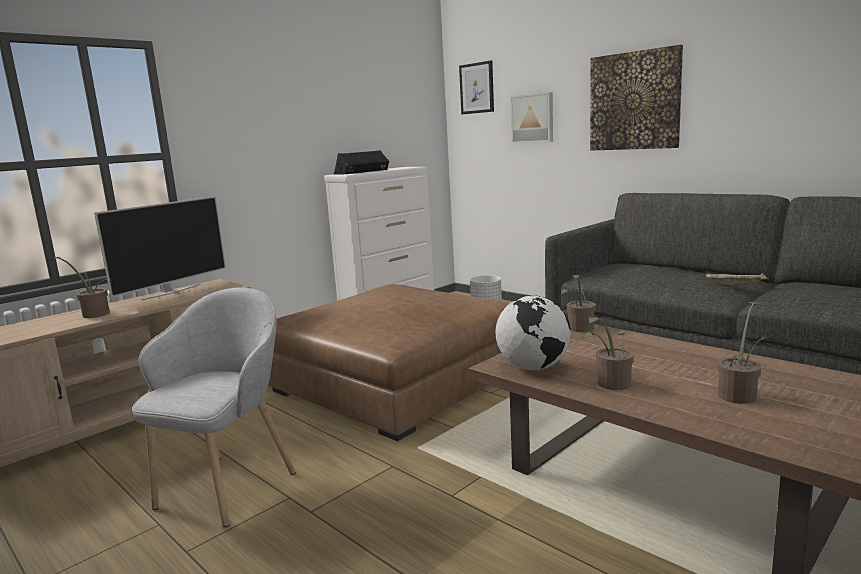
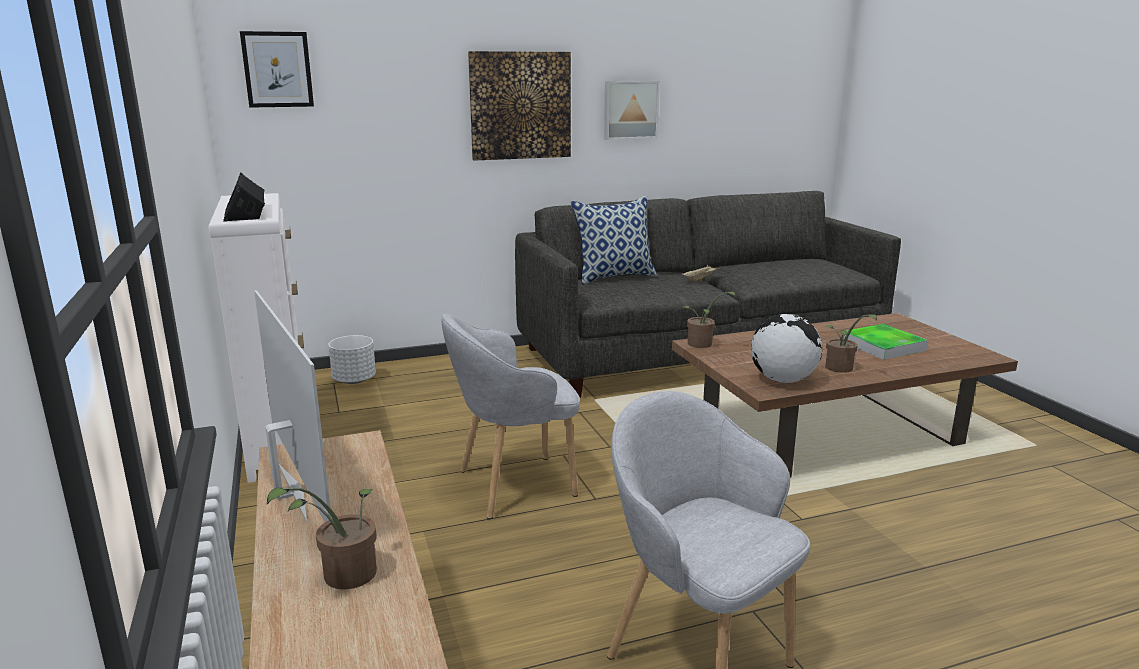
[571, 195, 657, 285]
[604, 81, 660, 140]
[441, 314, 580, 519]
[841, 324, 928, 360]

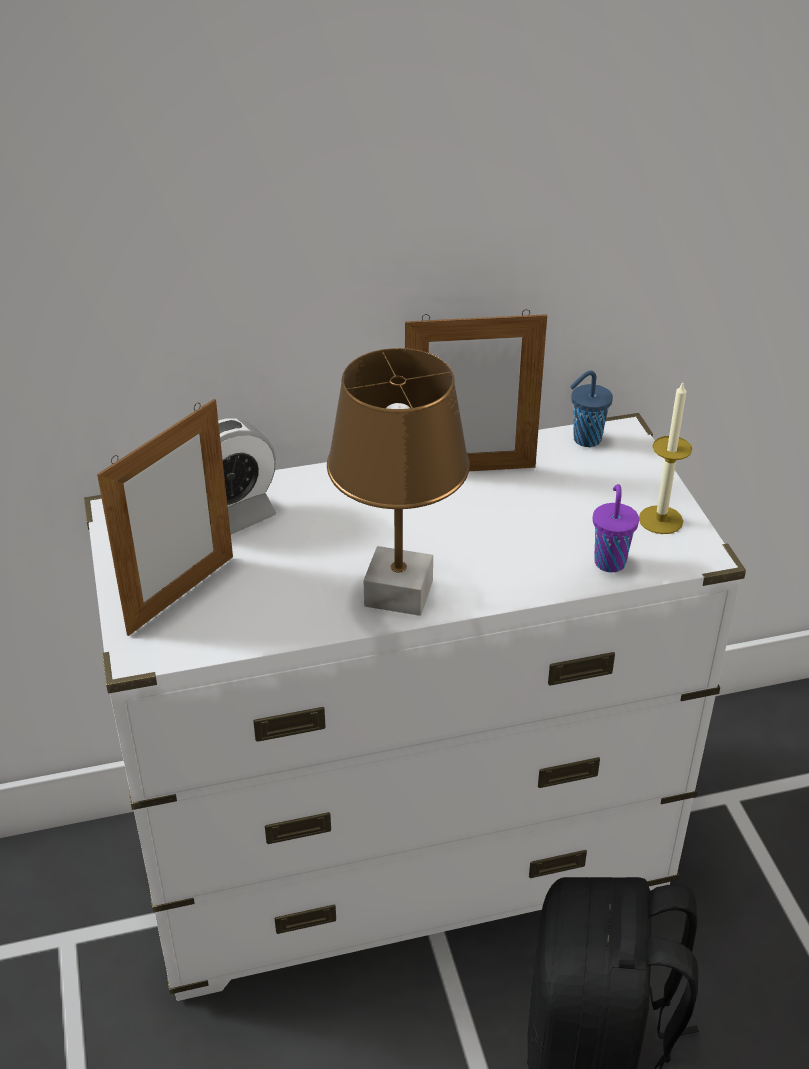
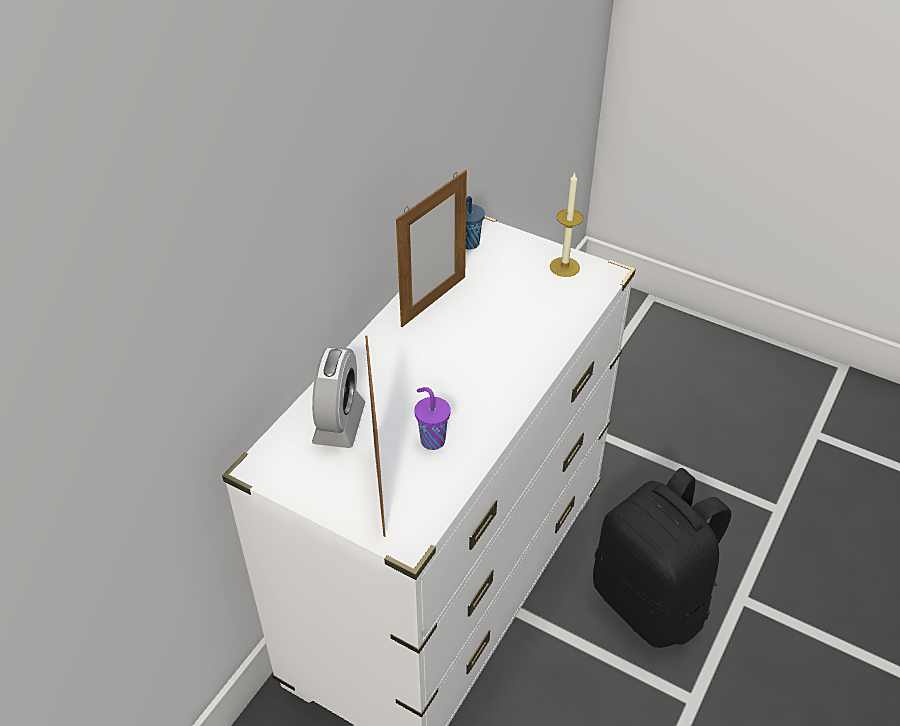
[327, 348, 470, 616] (first image)
[414, 387, 451, 450]

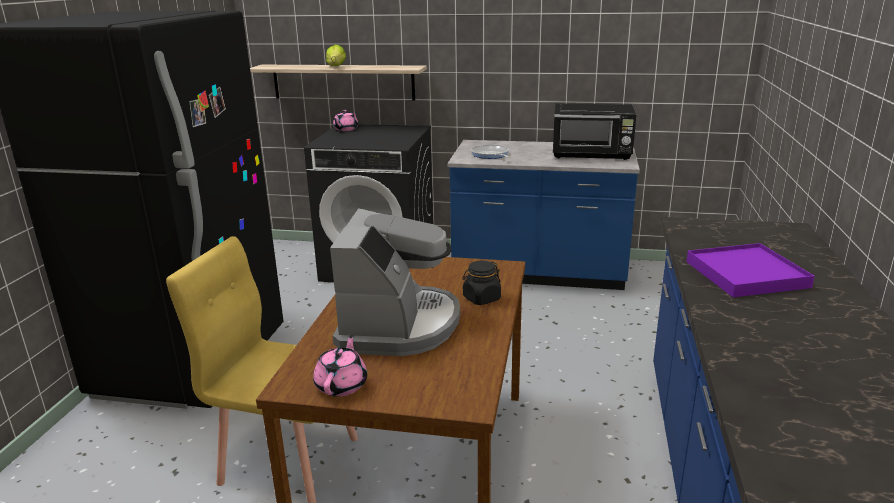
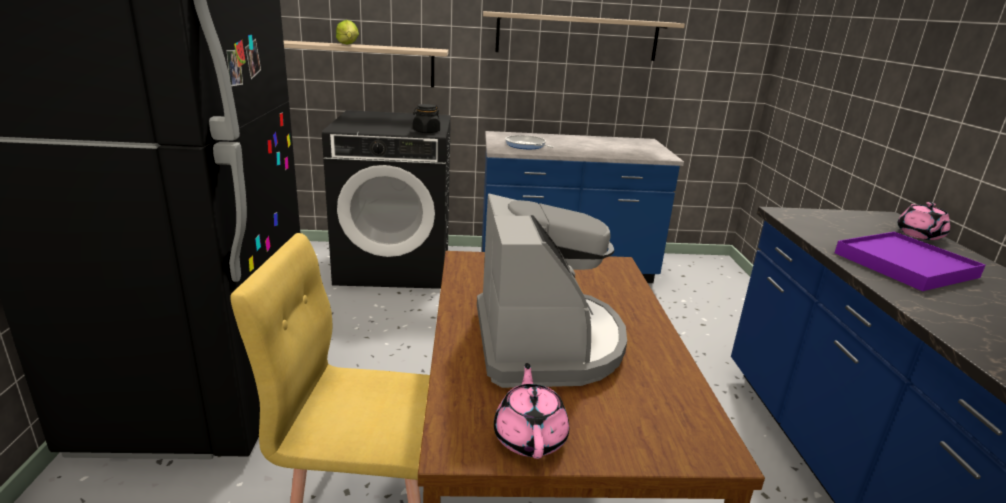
[553, 104, 636, 160] (first image)
[483, 11, 685, 61]
[898, 202, 950, 240]
[413, 104, 440, 133]

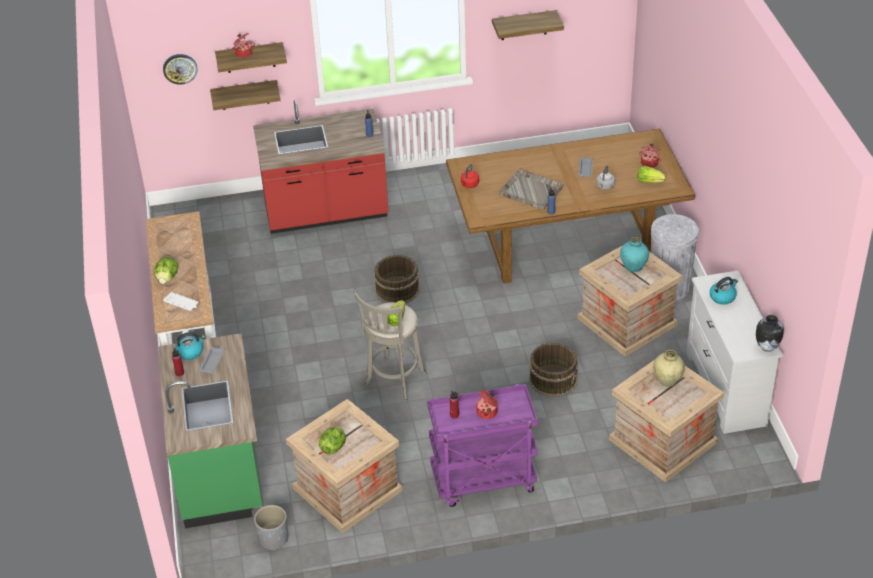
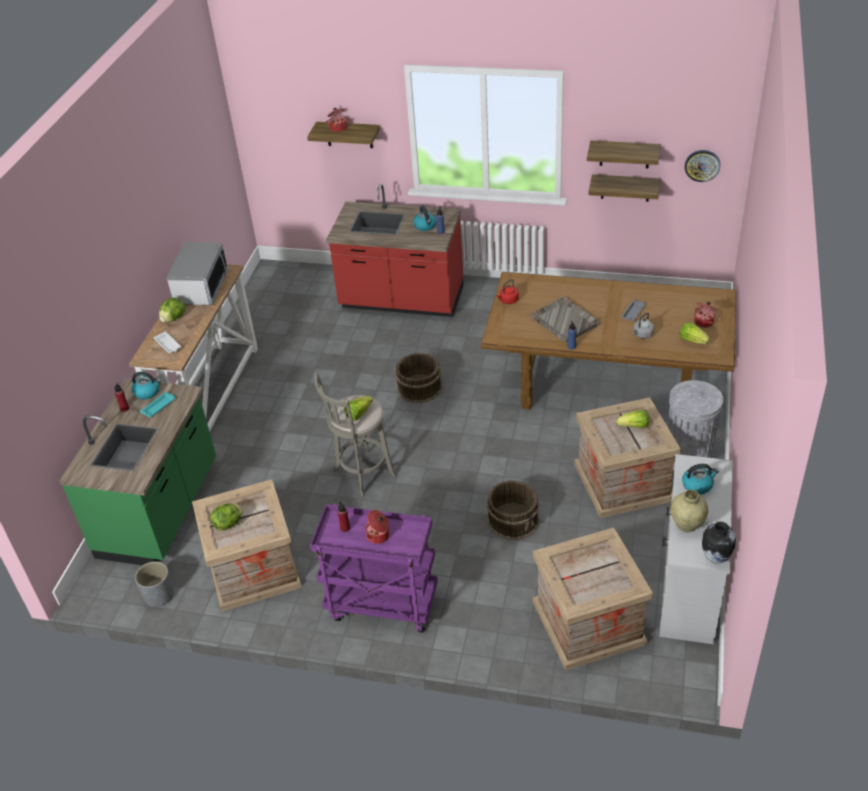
[167, 242, 228, 305]
[413, 206, 436, 231]
[685, 150, 720, 182]
[588, 174, 661, 202]
[671, 490, 708, 532]
[616, 410, 649, 428]
[140, 392, 176, 417]

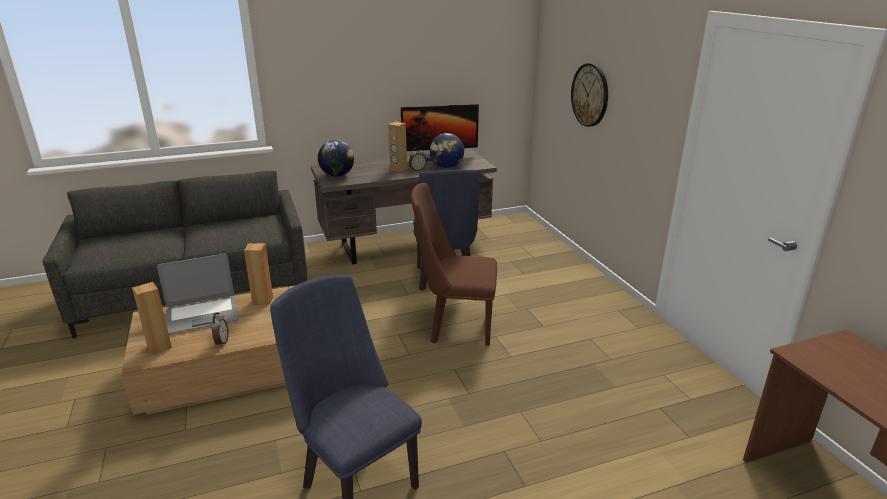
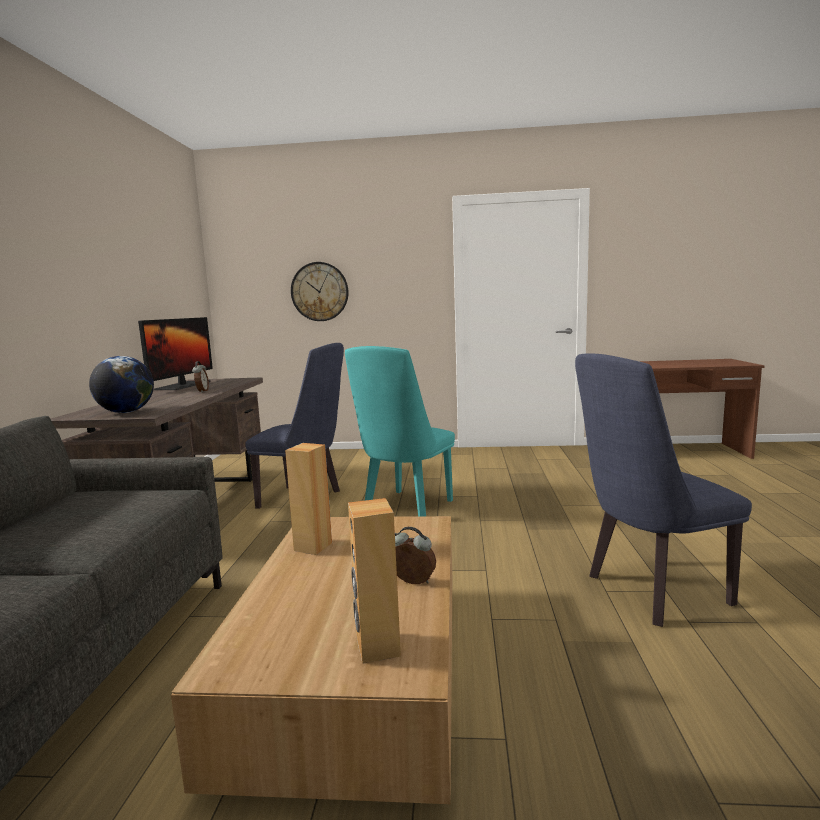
[157, 254, 238, 334] (first image)
[388, 122, 407, 172] (first image)
[430, 133, 464, 168] (first image)
[345, 346, 455, 516]

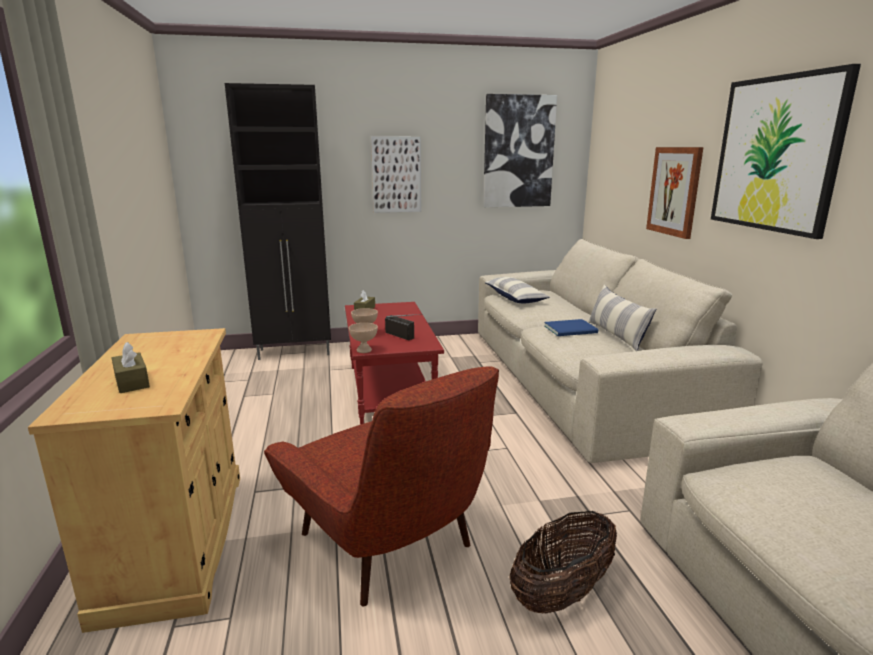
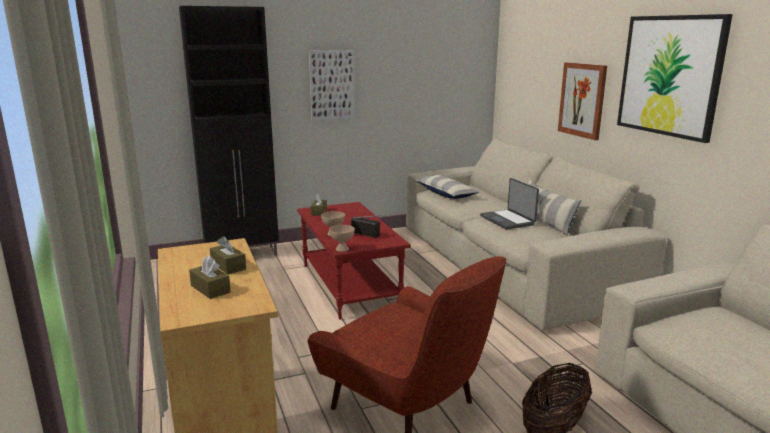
[483, 94, 557, 207] (first image)
[210, 236, 246, 275]
[480, 178, 539, 230]

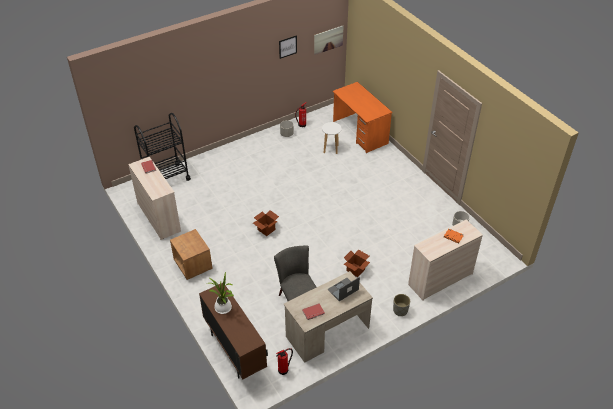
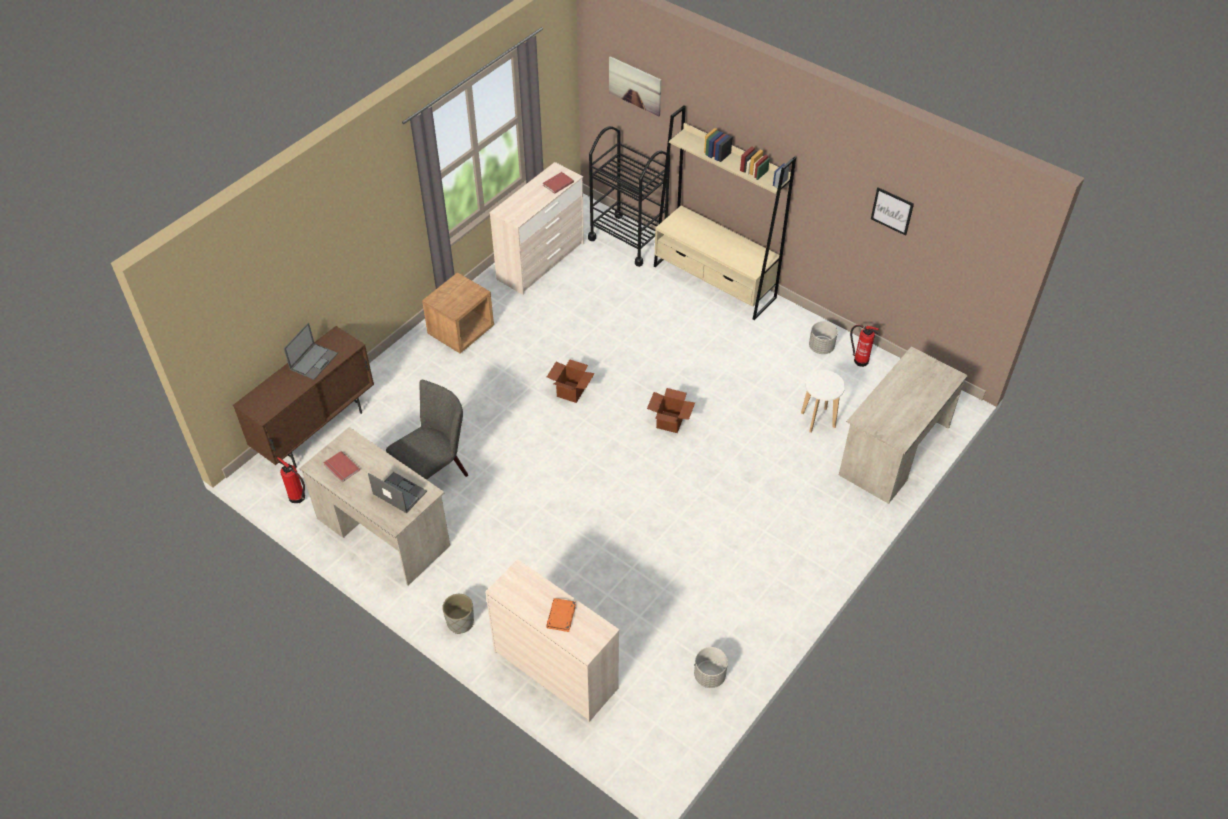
[654, 105, 796, 320]
[609, 56, 661, 116]
[647, 388, 695, 433]
[284, 323, 338, 380]
[839, 346, 968, 504]

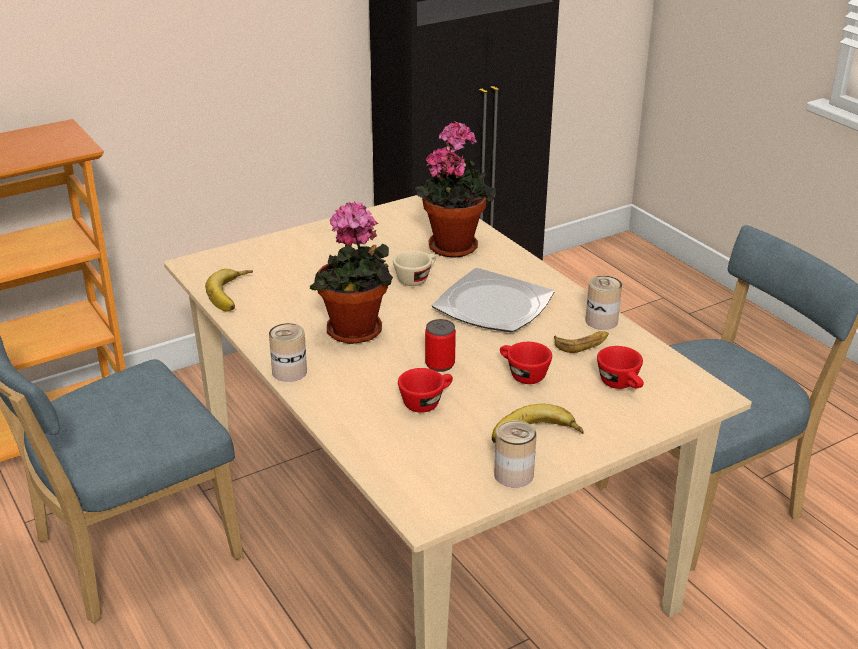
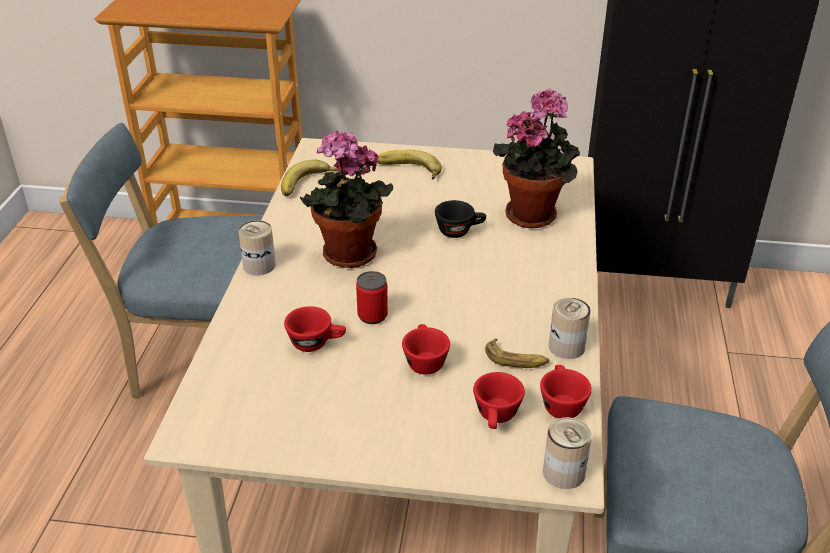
[432, 268, 555, 332] (first image)
[540, 365, 592, 418]
[376, 150, 442, 180]
[543, 417, 592, 489]
[435, 200, 486, 238]

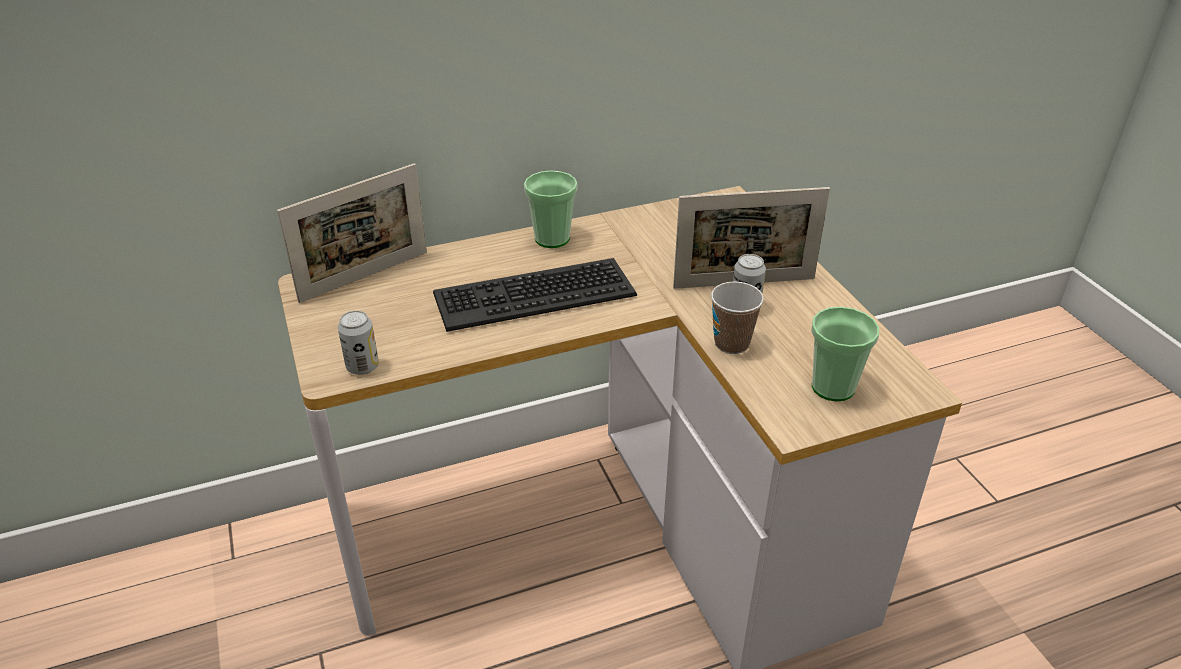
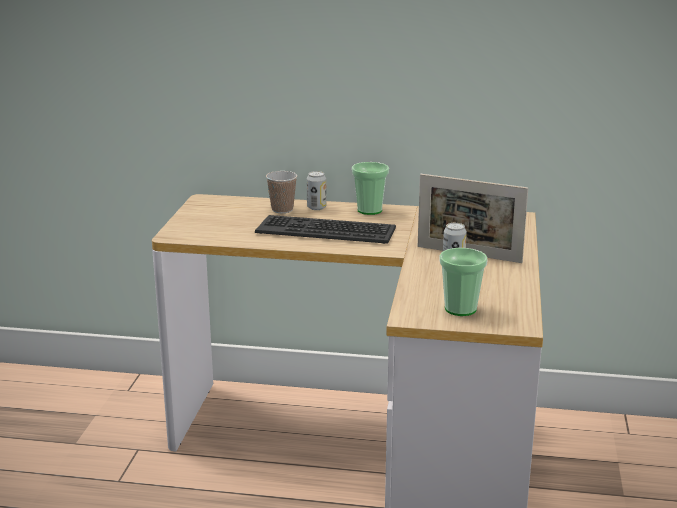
[277, 163, 427, 303] (first image)
[307, 171, 326, 210]
[266, 171, 297, 213]

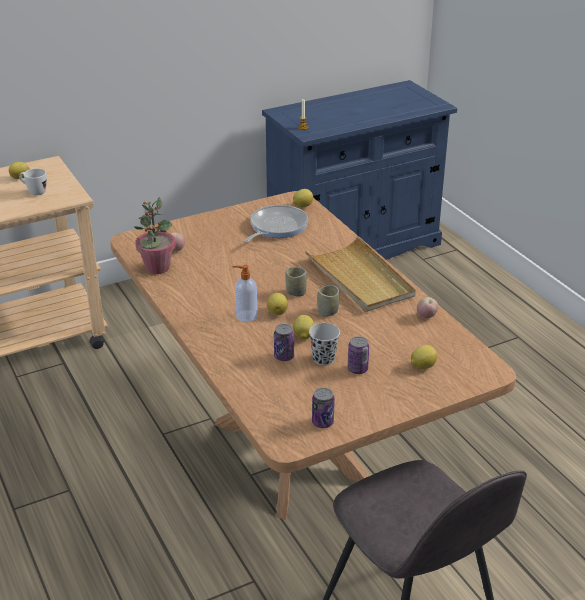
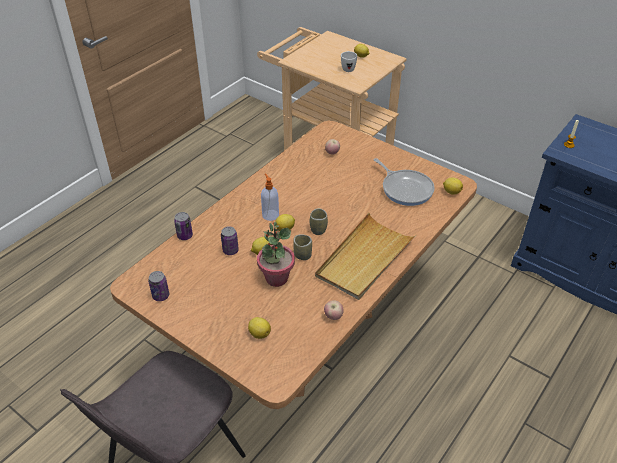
[309, 323, 340, 366] (first image)
[257, 222, 295, 287]
[174, 212, 193, 240]
[374, 158, 435, 206]

